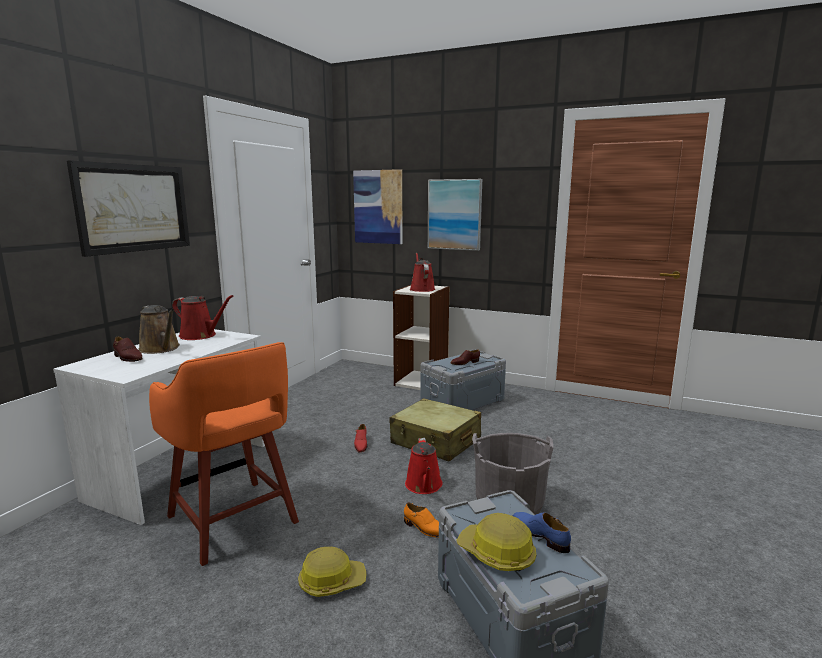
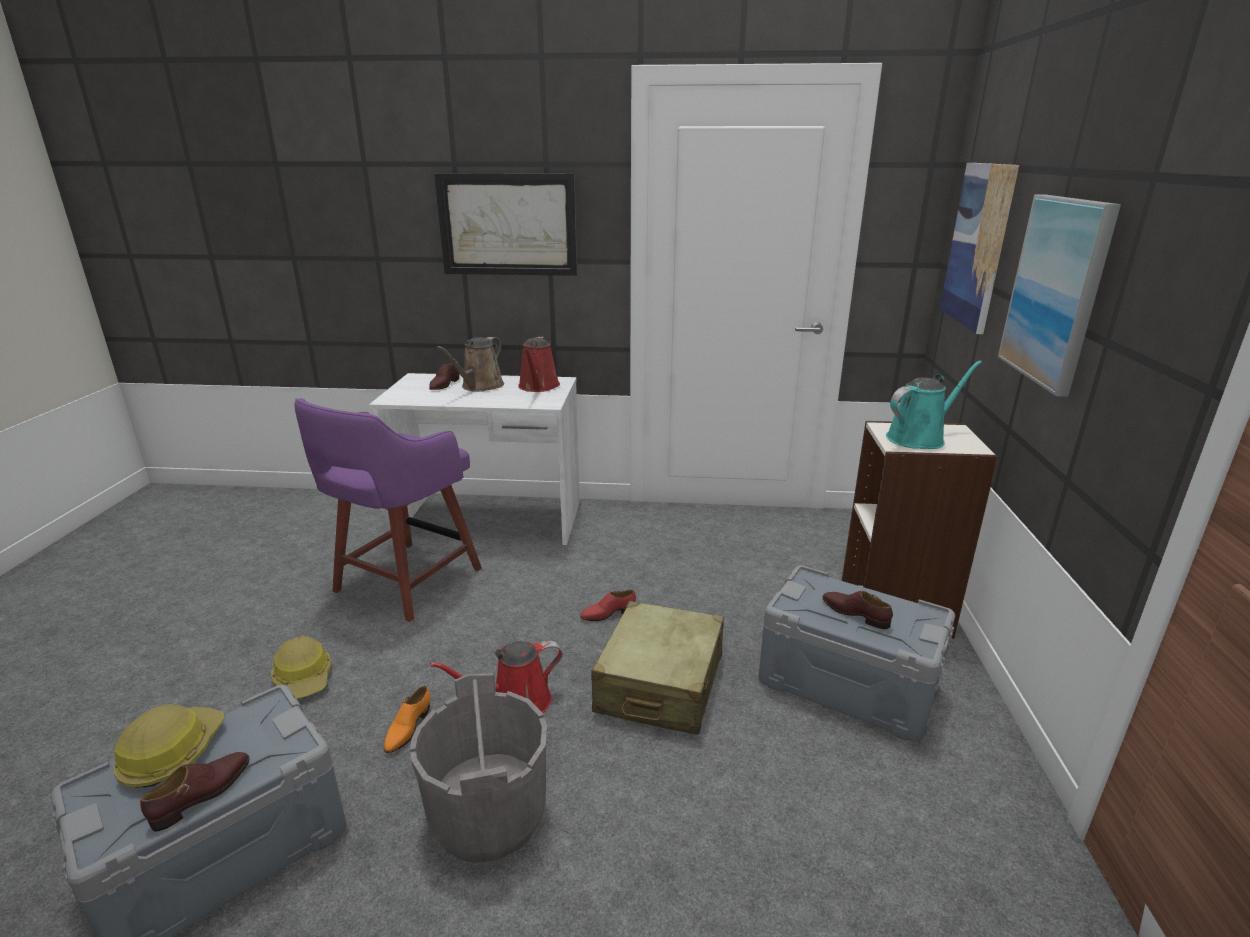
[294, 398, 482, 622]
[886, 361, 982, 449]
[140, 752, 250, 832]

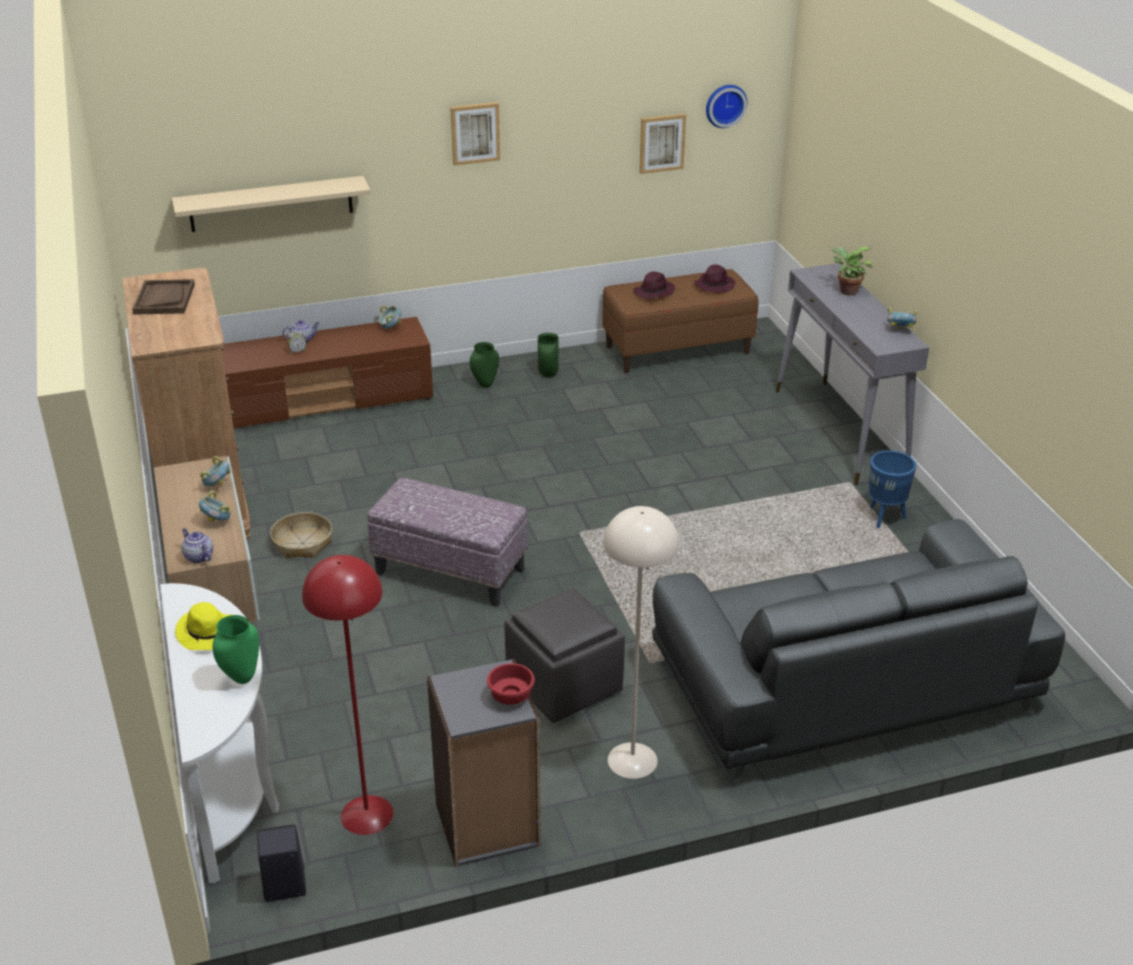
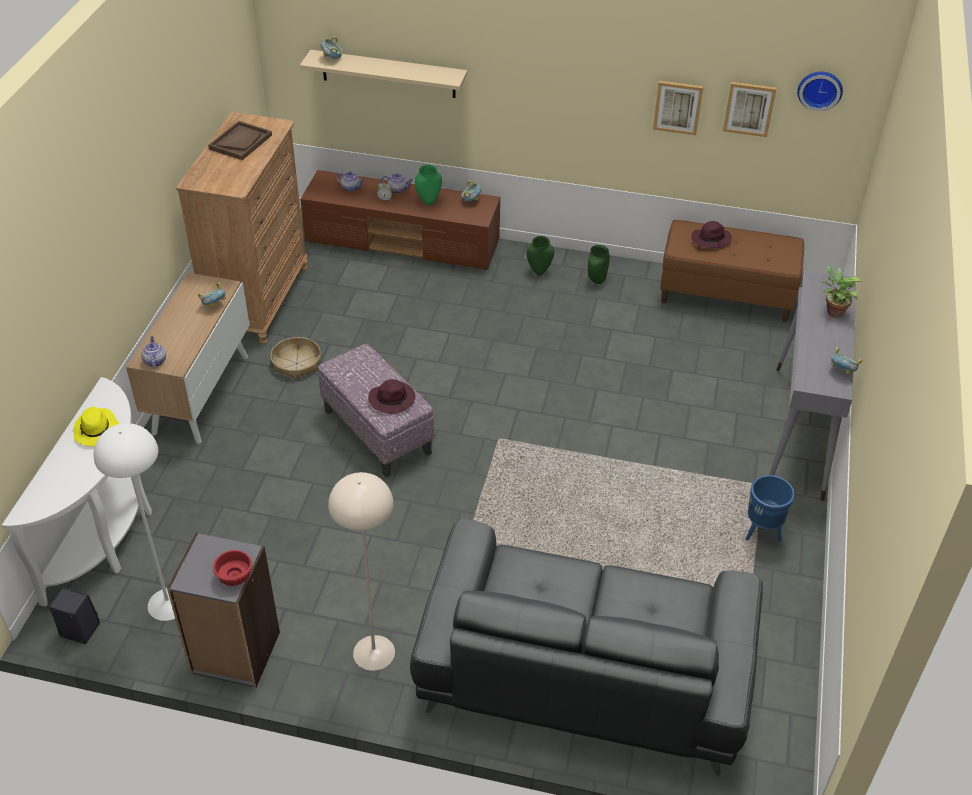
[505, 588, 625, 723] (first image)
[336, 172, 364, 192]
[321, 36, 343, 59]
[415, 165, 442, 206]
[653, 81, 703, 135]
[368, 379, 415, 414]
[94, 423, 175, 621]

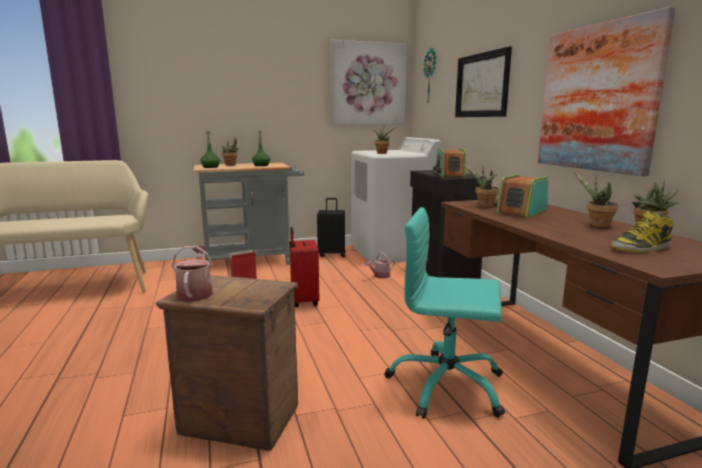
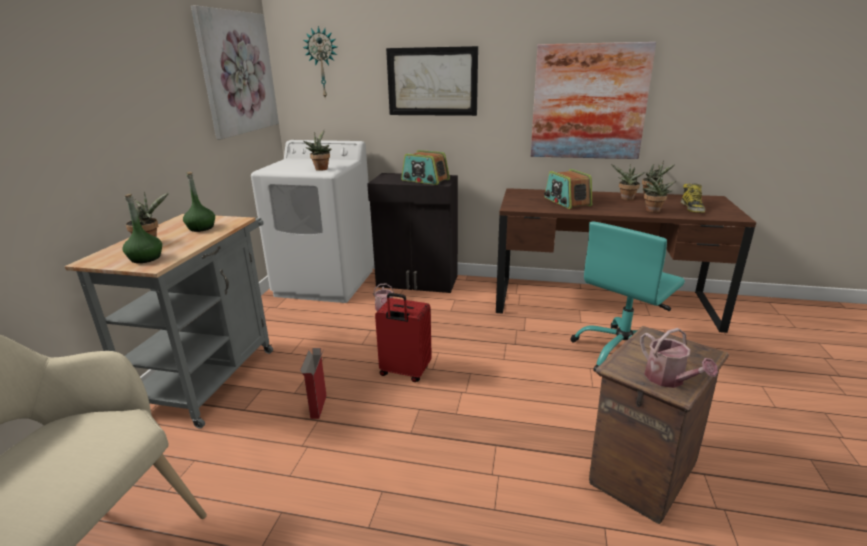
[317, 198, 346, 258] (first image)
[643, 174, 676, 213]
[640, 328, 718, 388]

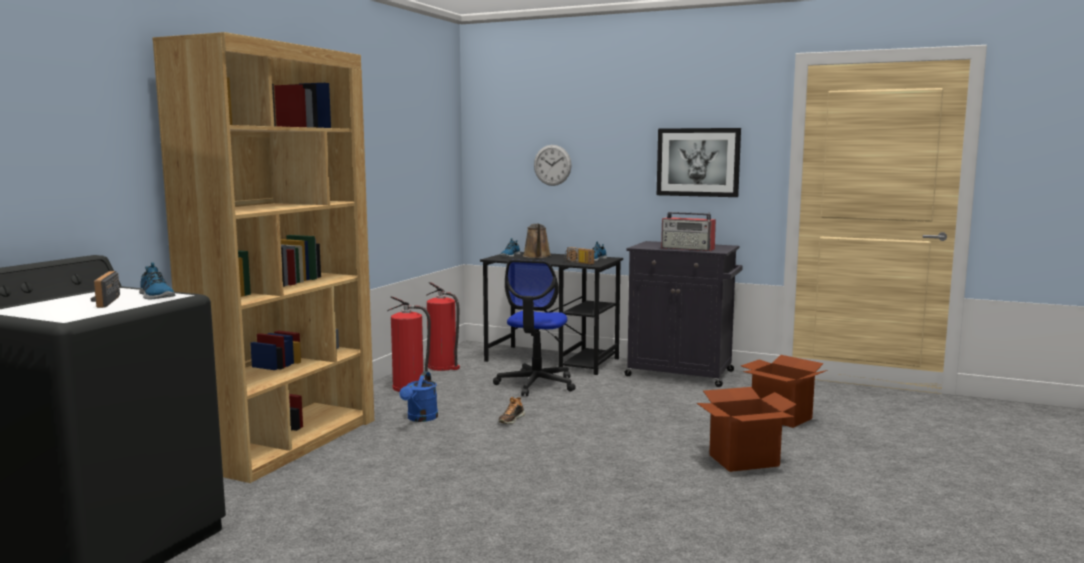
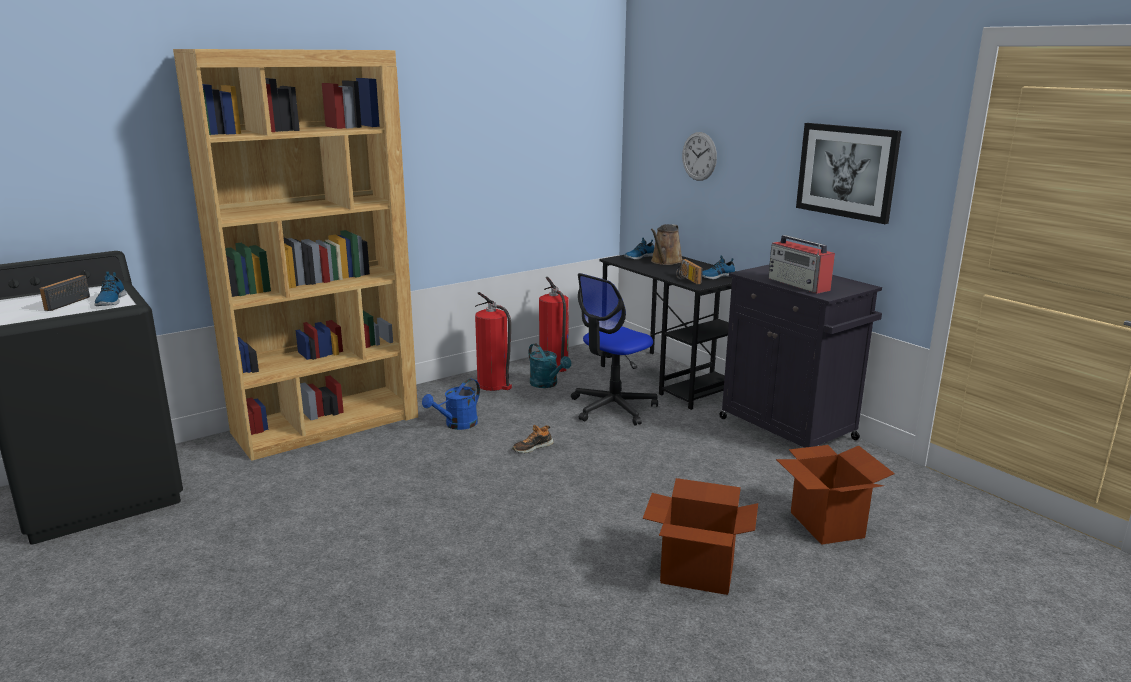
[529, 343, 571, 388]

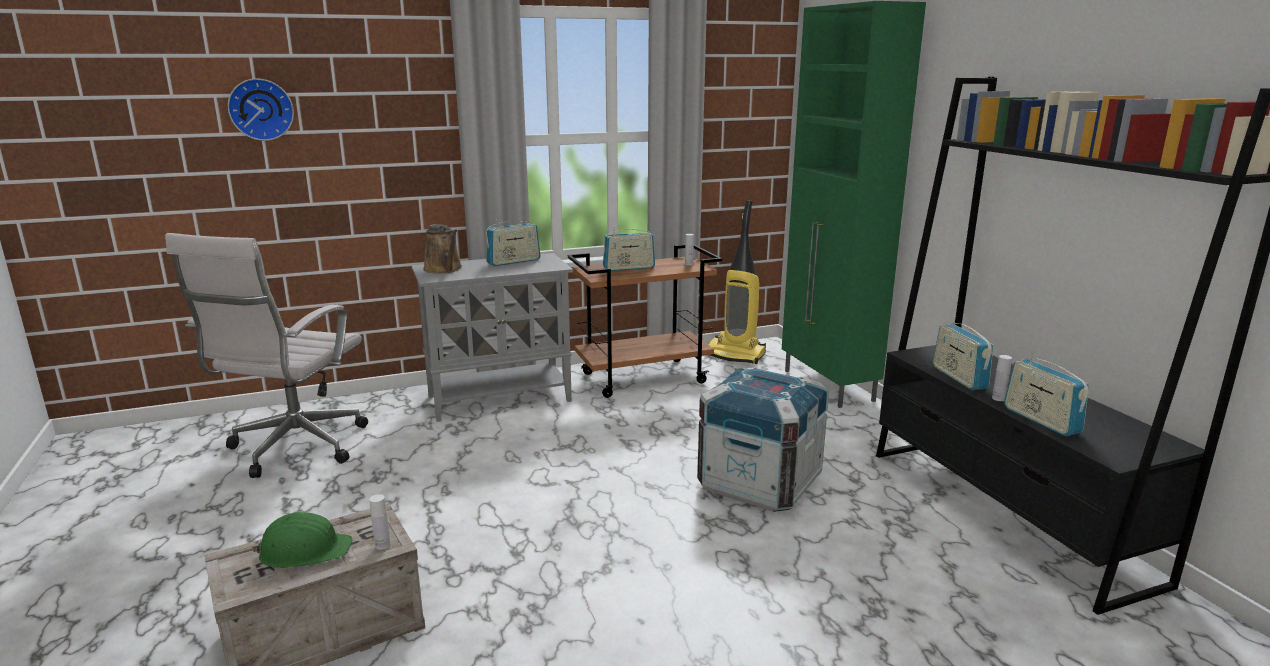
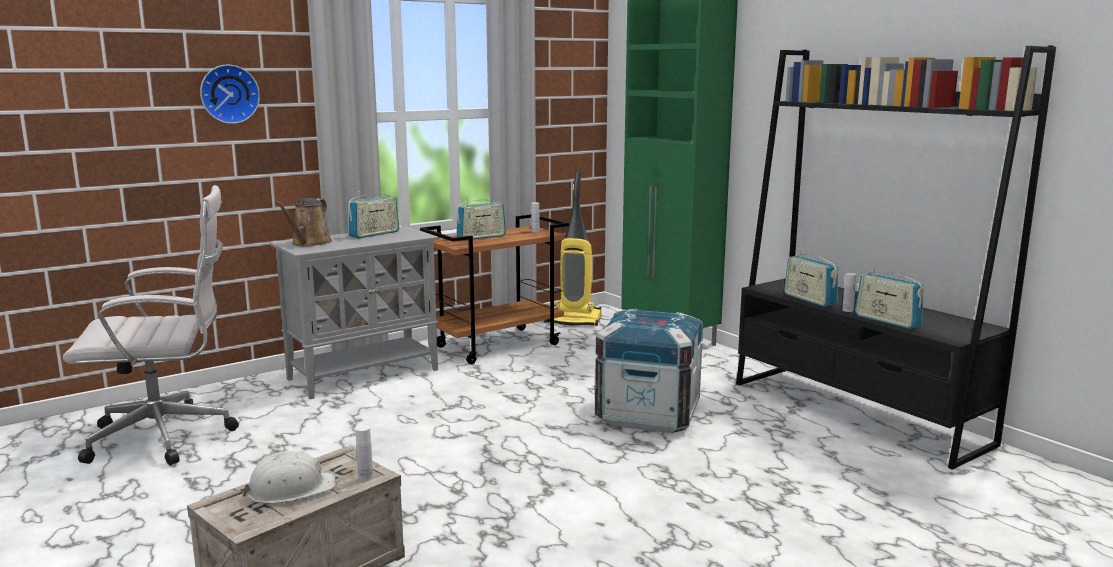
[200, 65, 260, 124]
[240, 451, 336, 504]
[63, 185, 239, 465]
[275, 198, 332, 247]

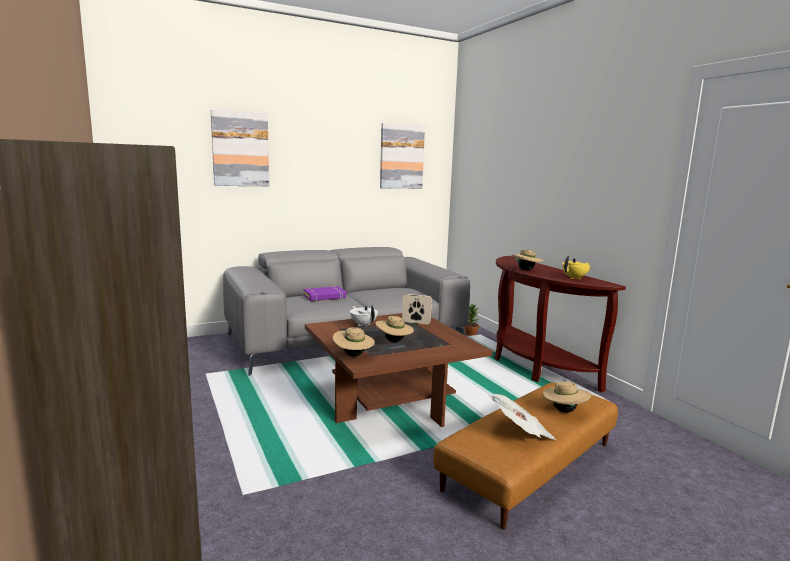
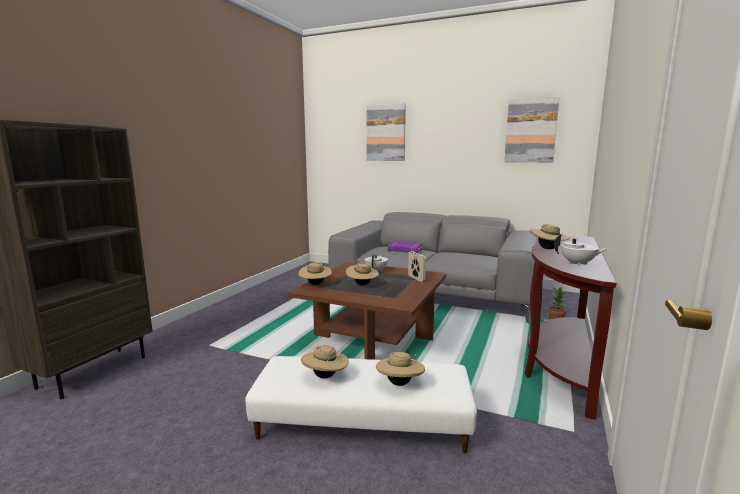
[301, 345, 349, 379]
[245, 356, 477, 453]
[554, 234, 608, 266]

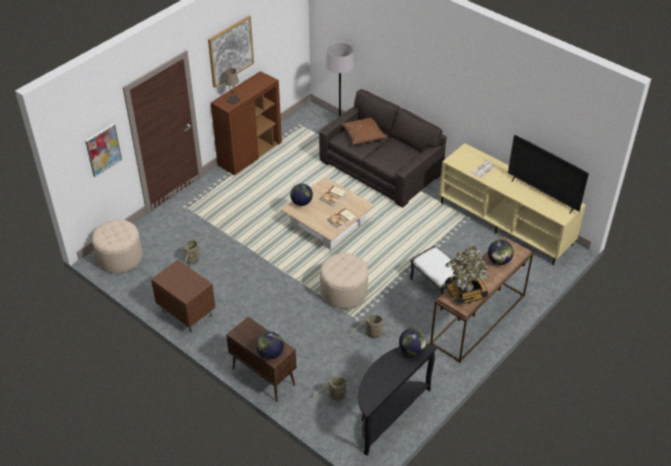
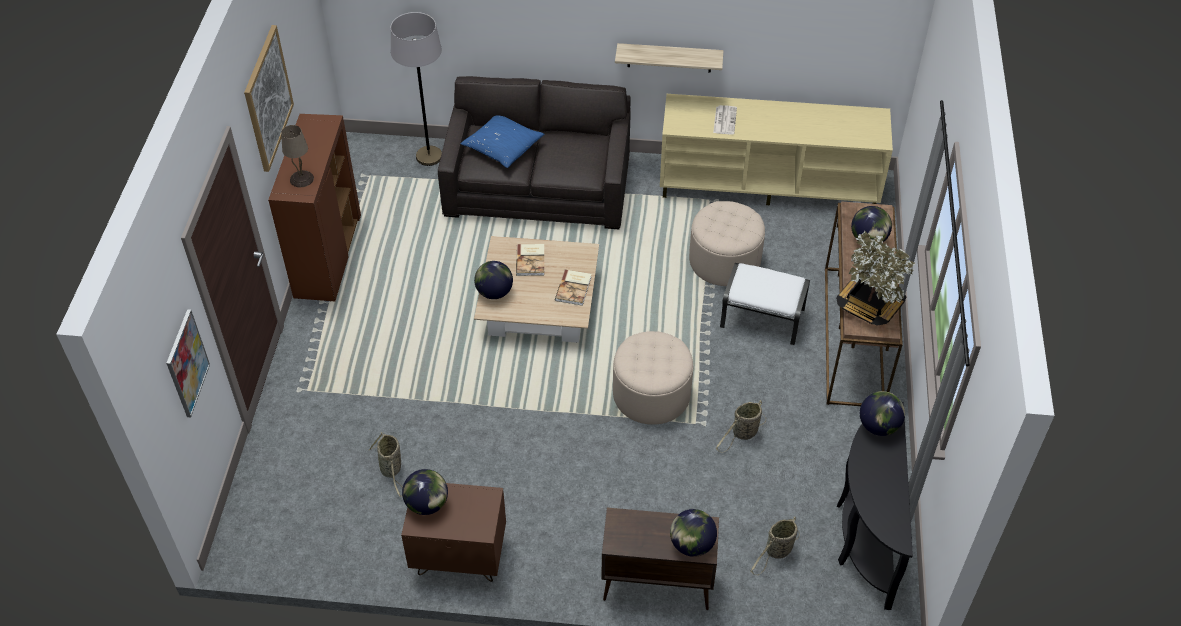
[508, 135, 589, 214] (first image)
[402, 469, 448, 515]
[615, 43, 724, 73]
[689, 201, 765, 286]
[461, 116, 544, 168]

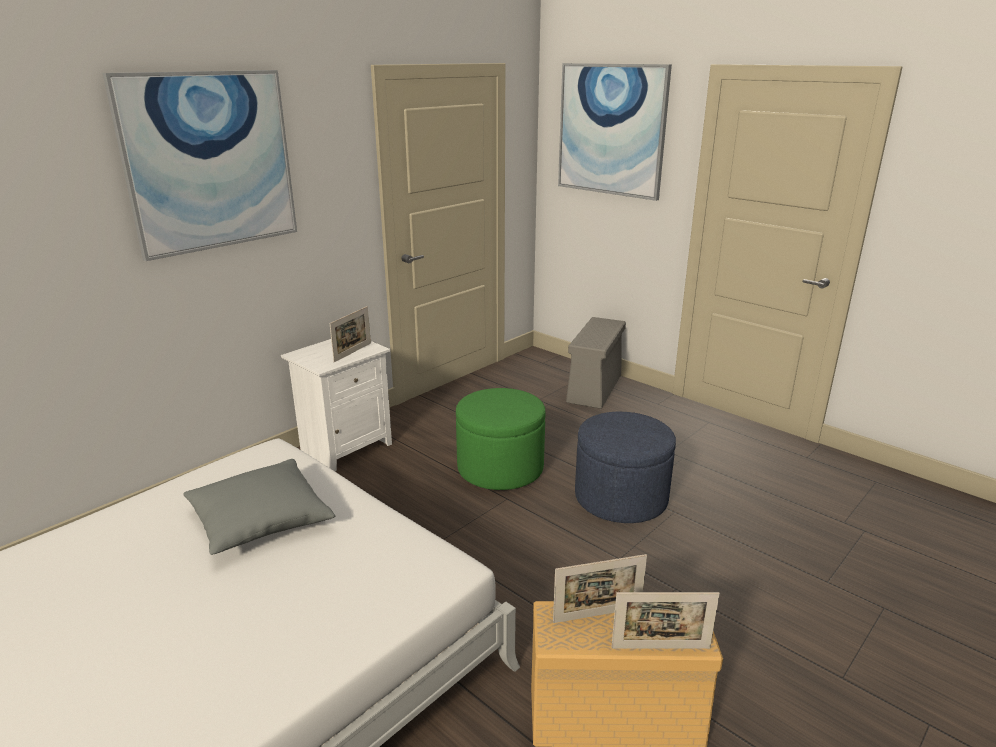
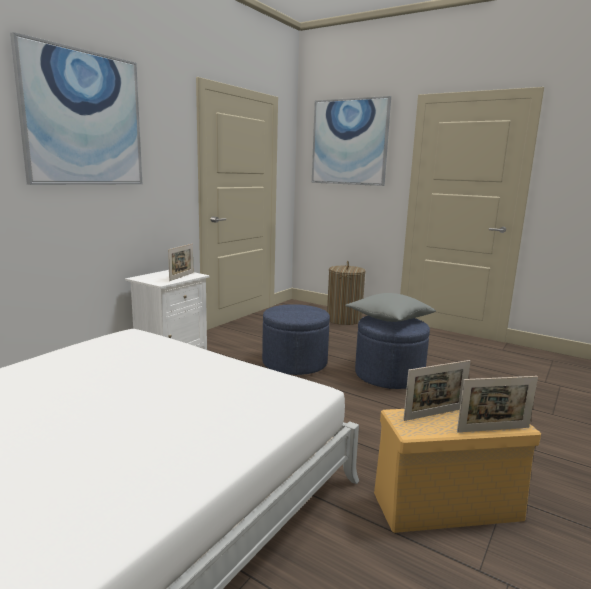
[345, 293, 436, 322]
[327, 260, 366, 325]
[262, 304, 330, 375]

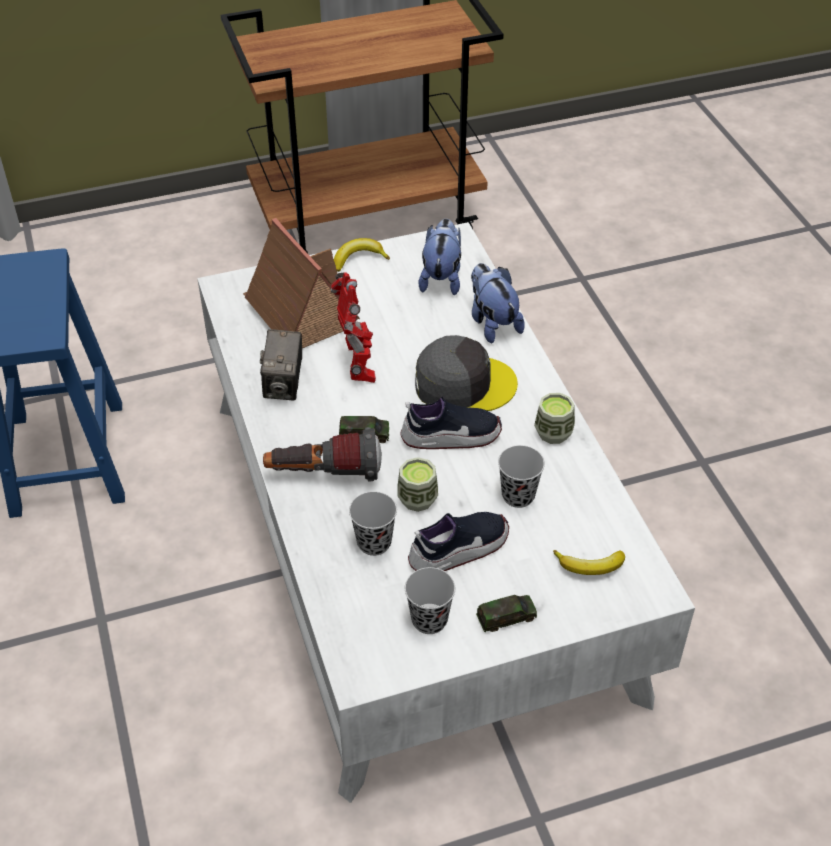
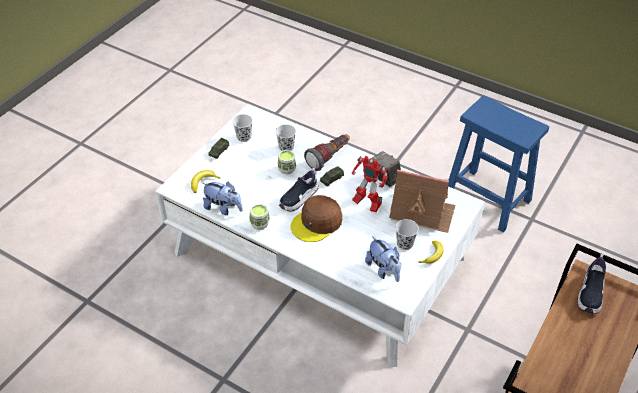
[577, 254, 606, 314]
[202, 182, 243, 215]
[396, 219, 419, 250]
[290, 195, 342, 242]

